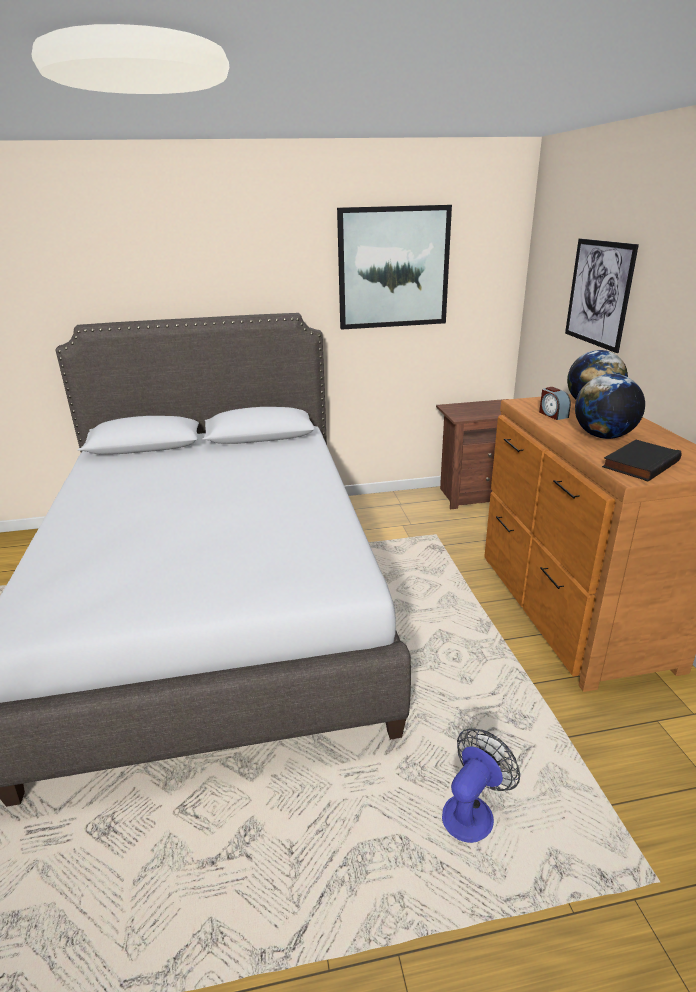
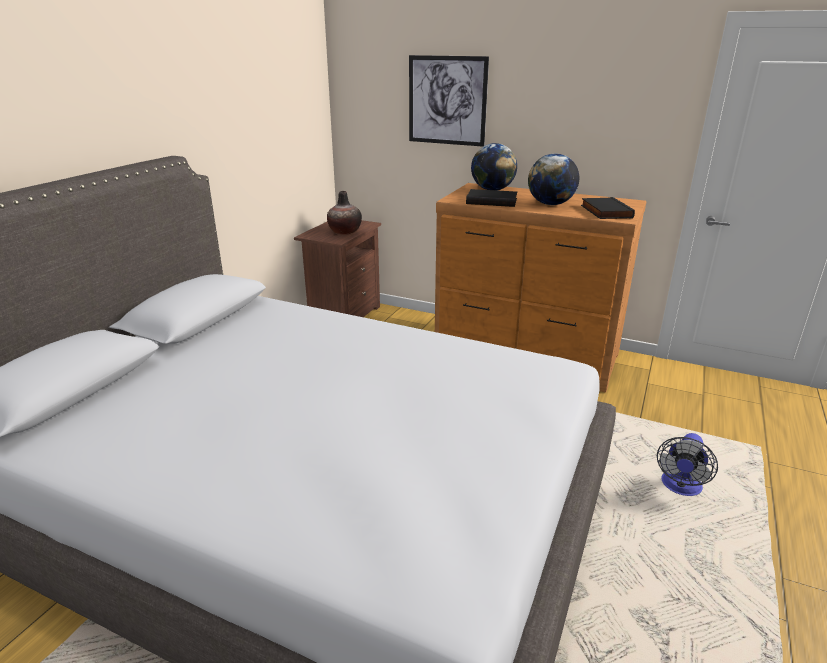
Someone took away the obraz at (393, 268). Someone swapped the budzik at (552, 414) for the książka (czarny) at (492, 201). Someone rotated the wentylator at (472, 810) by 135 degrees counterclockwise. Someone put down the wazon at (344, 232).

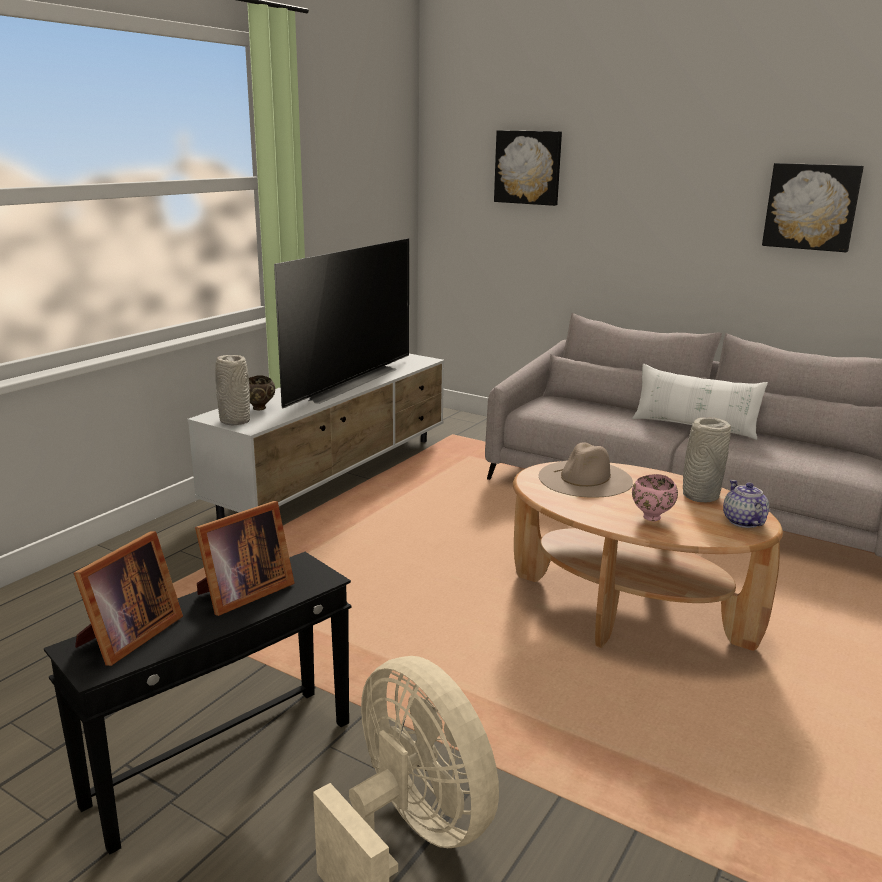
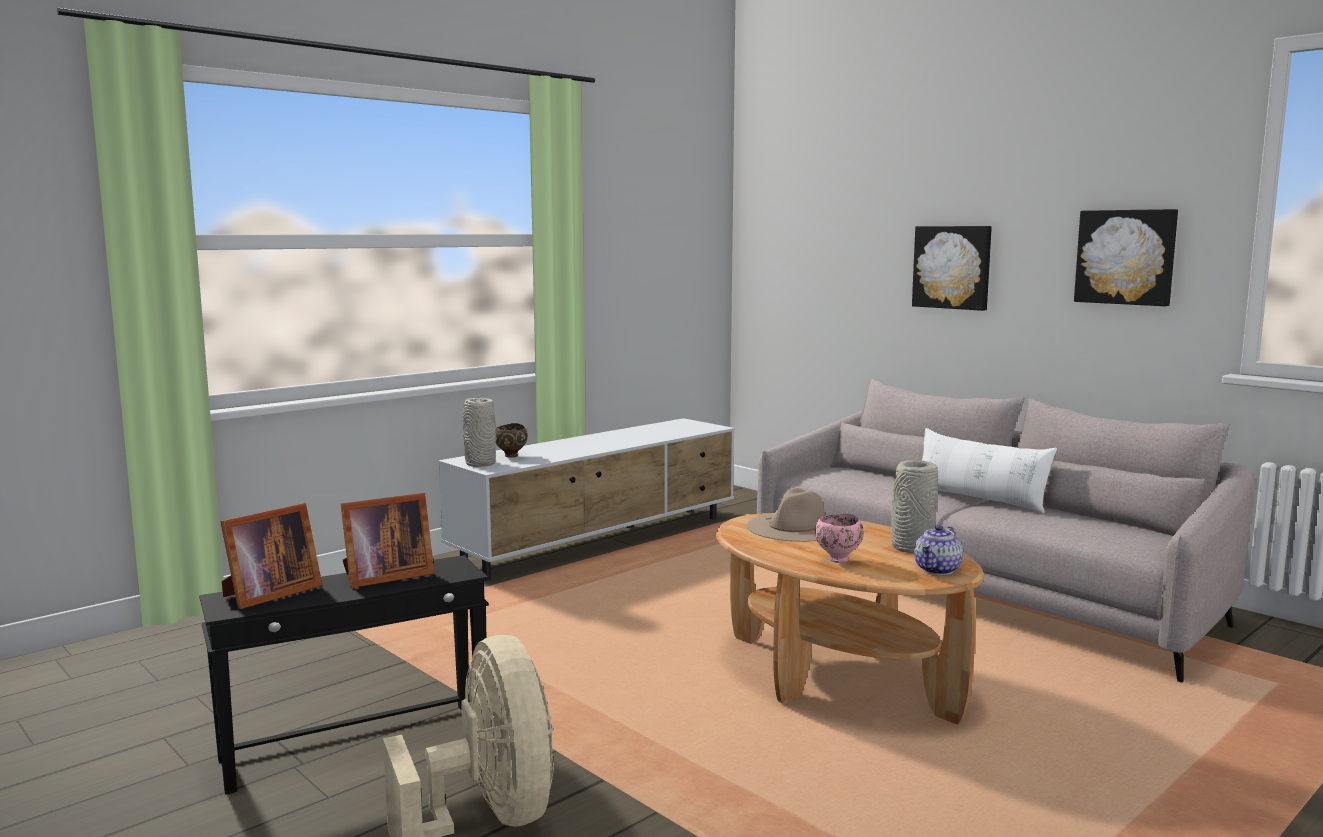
Someone carried the obraz from (528, 167) to (952, 267). Someone took away the telewizor at (344, 382). Someone rotated the imbryk at (742, 521) by 150 degrees counterclockwise.

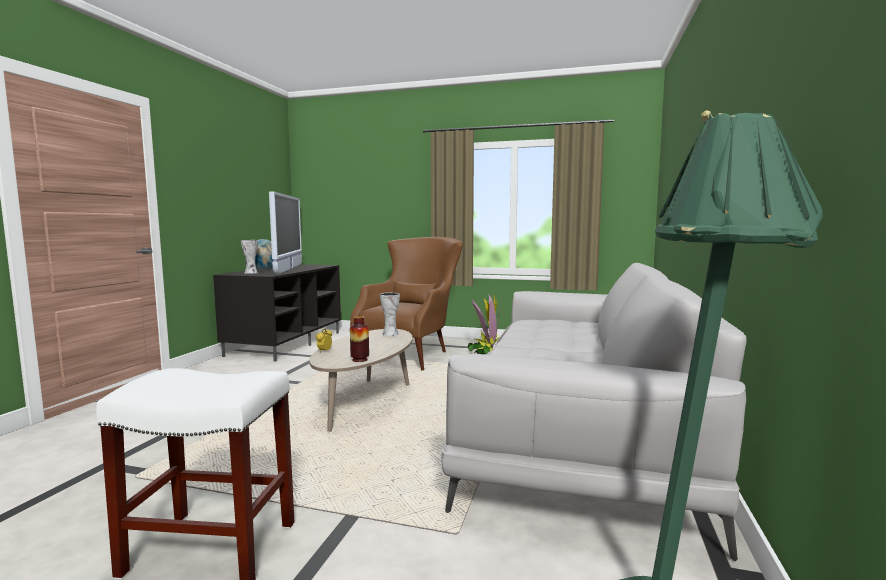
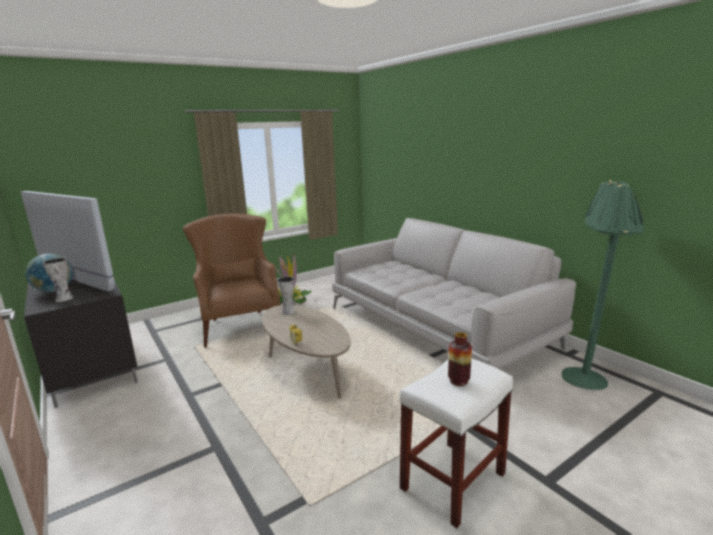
Someone carried the wazon from (360, 360) to (458, 381).

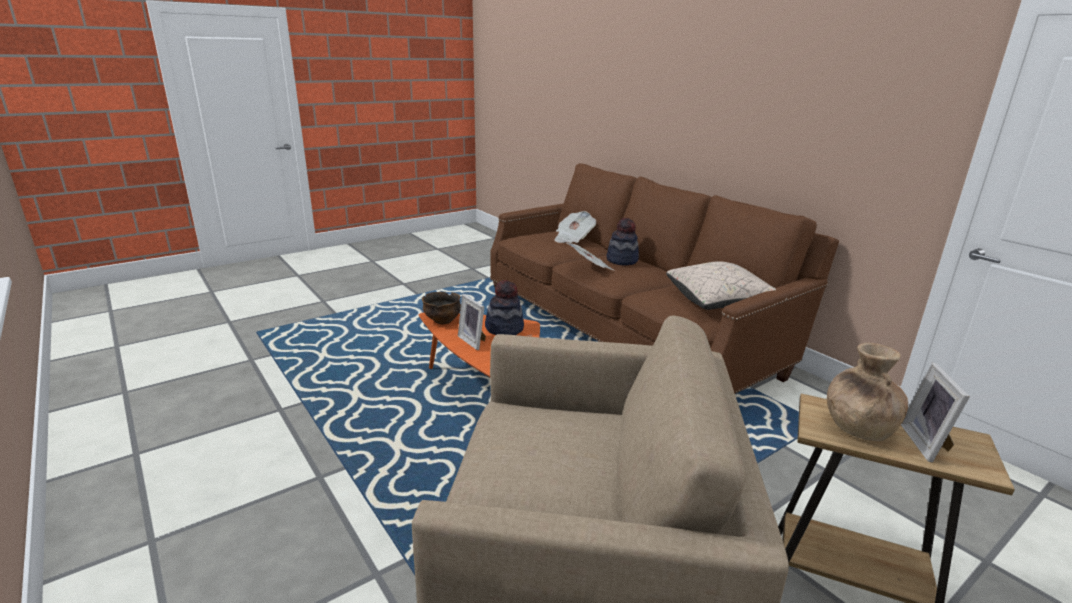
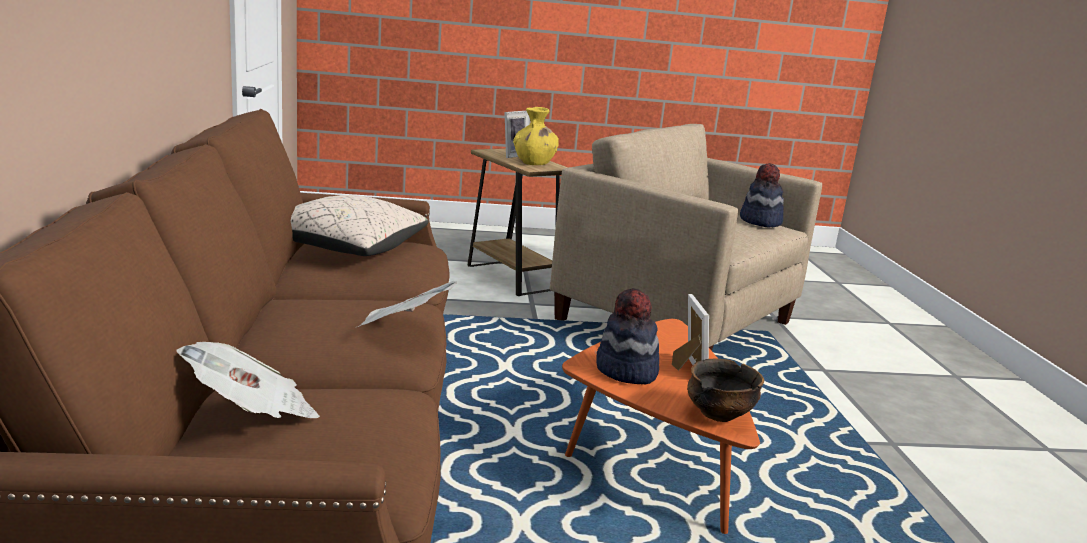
Someone carried the kapelusz from (622, 260) to (760, 222). Someone repainted the wazon (brązowy) at (857, 427), which became the wazon (żółty) at (534, 163).

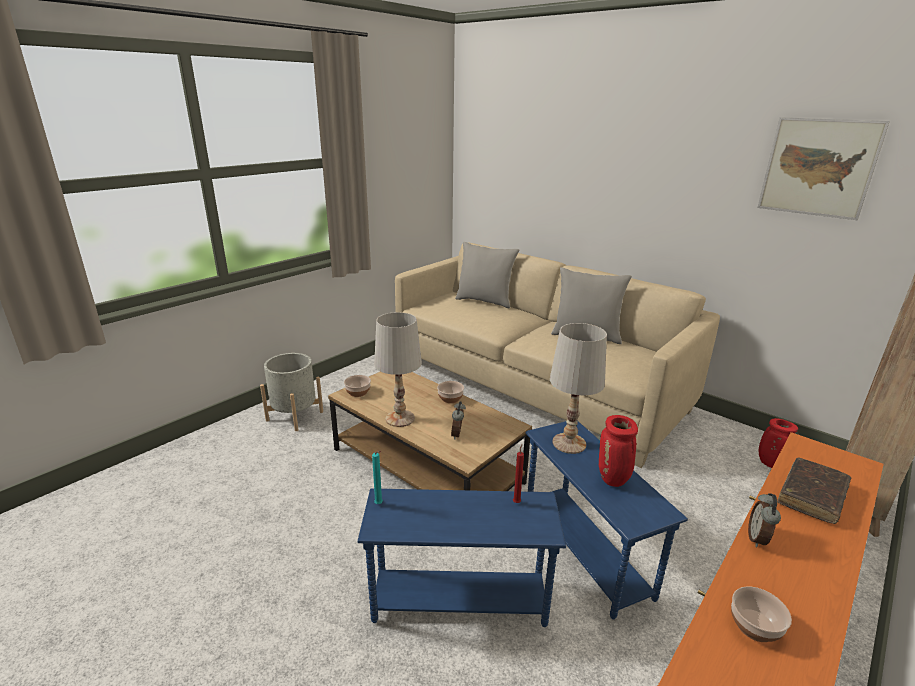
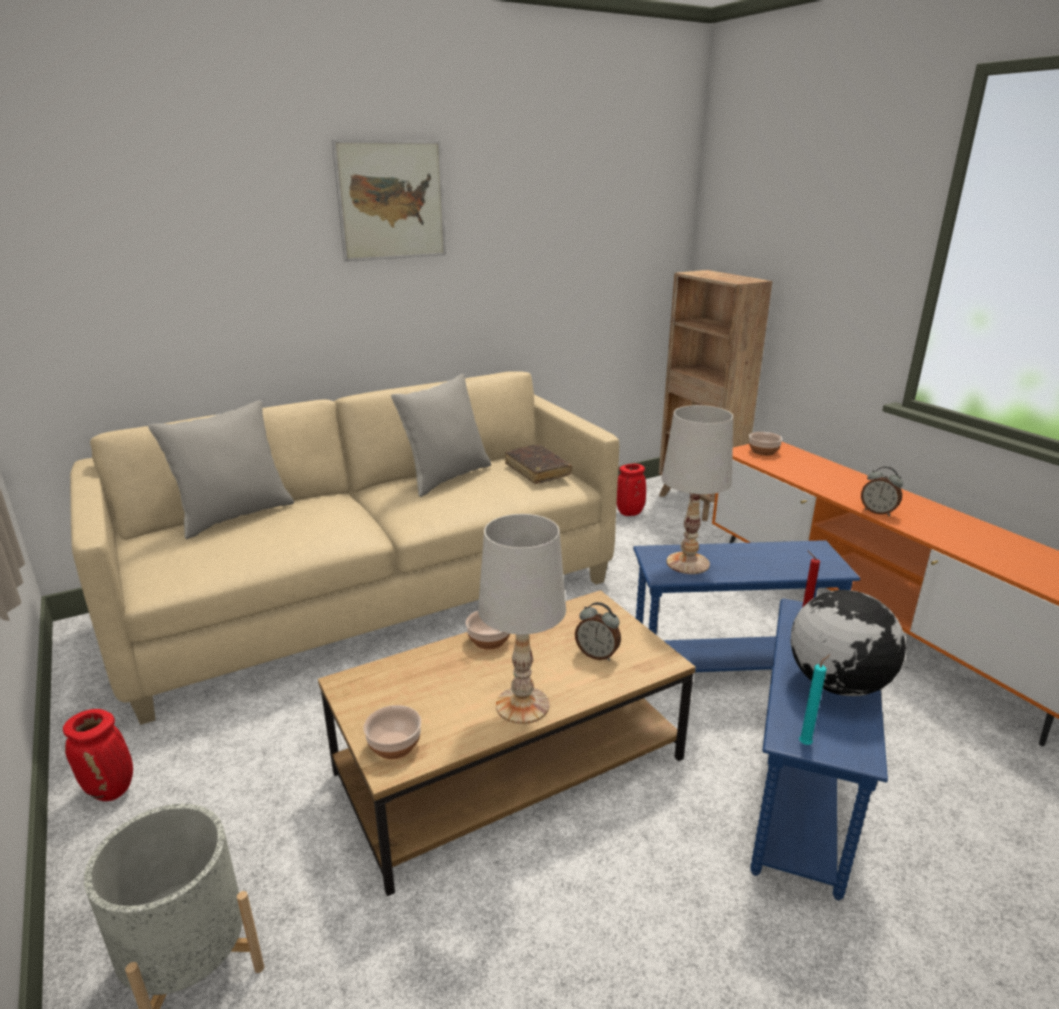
Someone carried the obraz from (818, 167) to (391, 200). Someone carried the wazon (czerwony) from (613, 480) to (112, 790). Someone carried the książka (brązowy) from (811, 496) to (537, 470). Someone carried the miska from (755, 625) to (763, 451). Someone put down the globus at (836, 683).

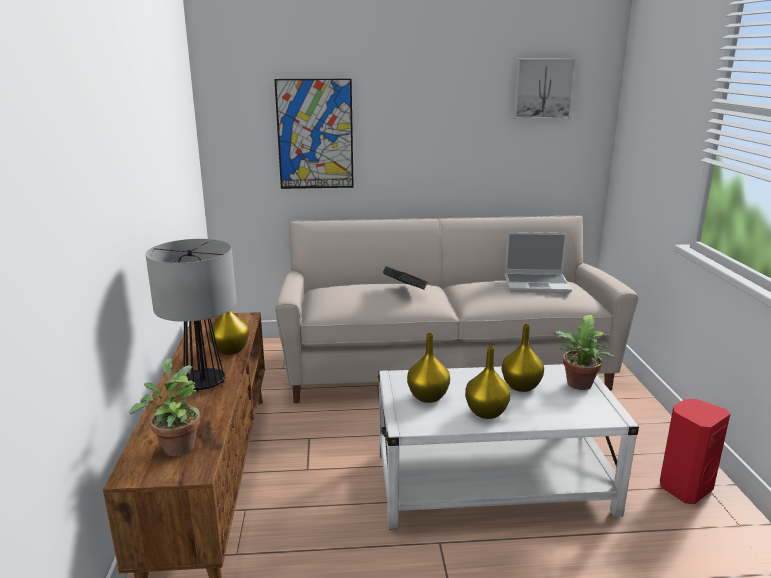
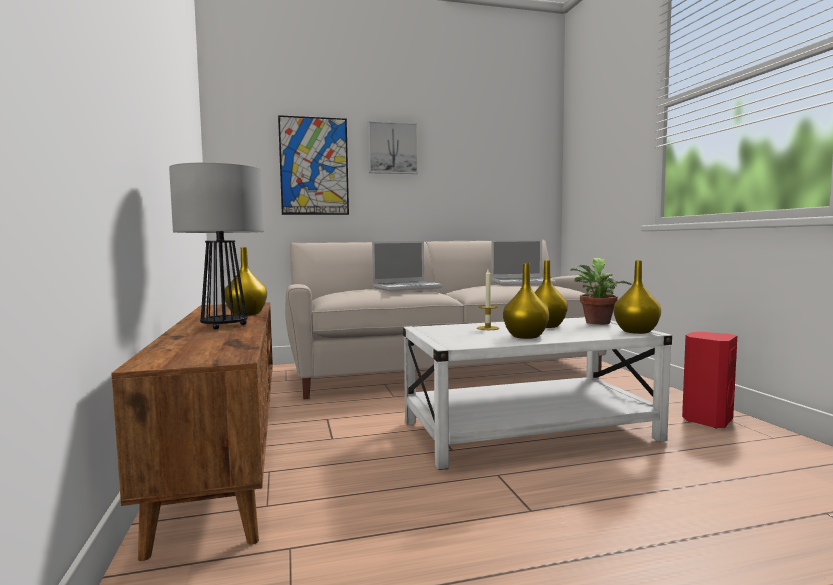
Someone carried the obraz from (543, 89) to (392, 148). Someone swapped the książka at (404, 291) for the laptop at (407, 288). Someone carried the wazon (żółty) from (428, 396) to (636, 331). Someone took away the roślina doniczkowa at (177, 445). Someone put down the świeca at (487, 328).

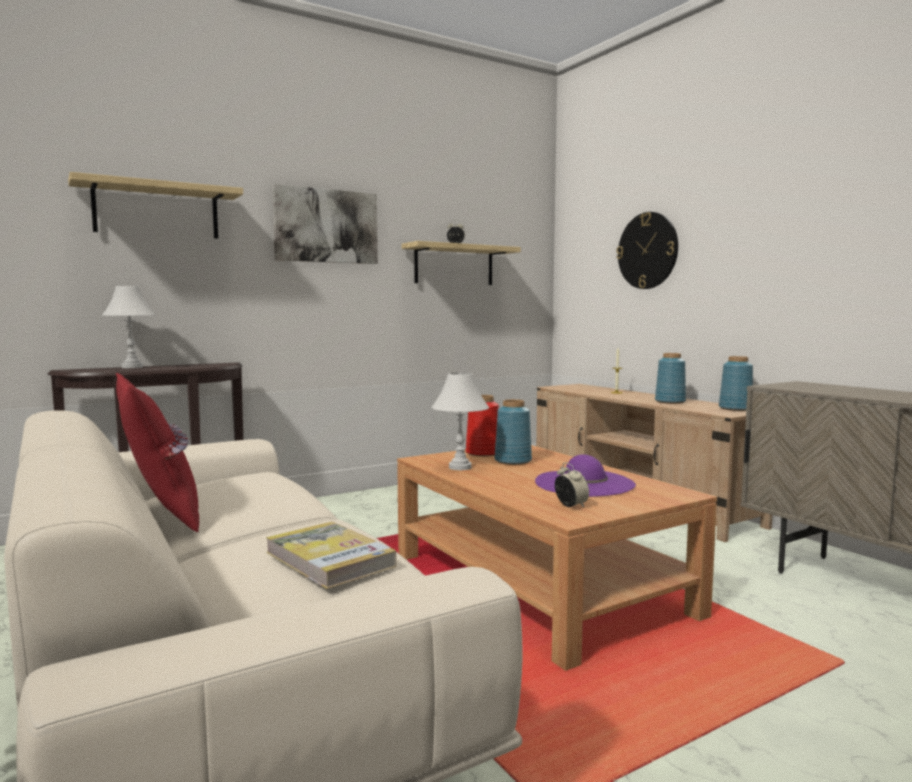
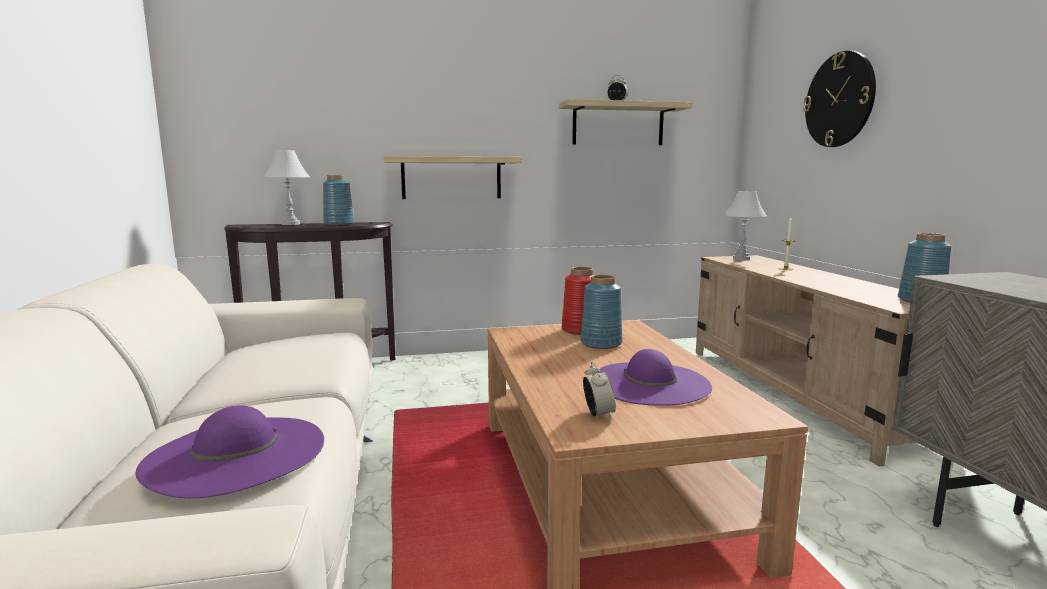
Someone carried the półka from (157, 211) to (451, 178). Someone took away the obraz at (326, 226). Someone carried the wazon (niebieski) from (670, 402) to (338, 224). Someone carried the lampa stołowa (biały) from (460, 467) to (741, 259). Someone took away the poduszka (czerwony) at (159, 515). Someone swapped the książka at (329, 559) for the kapelusz (fioletowy) at (236, 454).

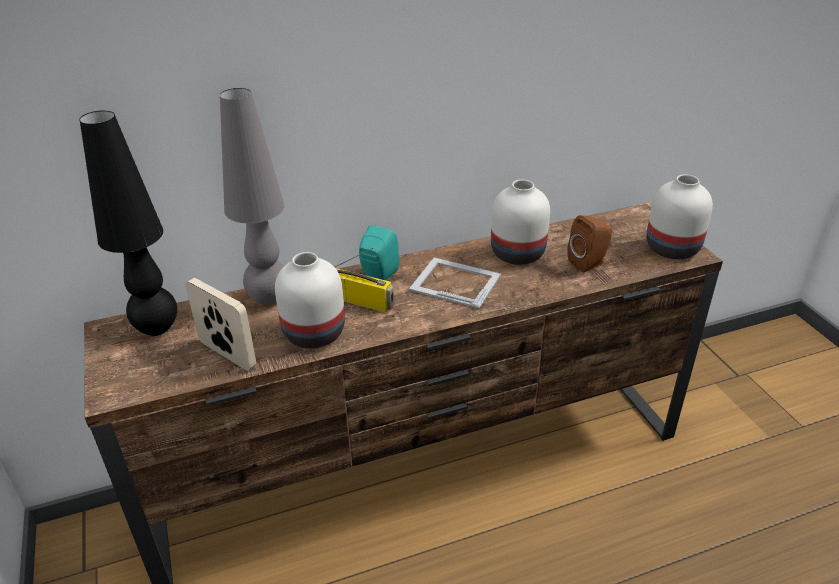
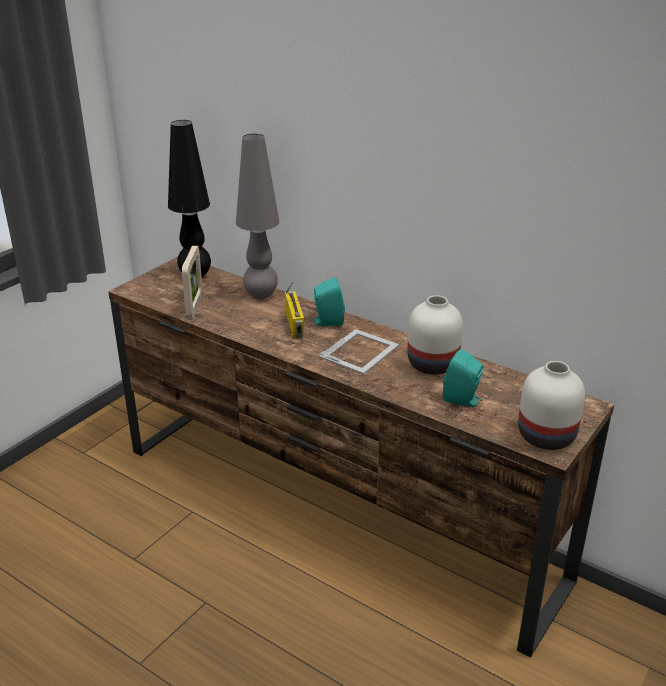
Someone repainted the głośnik (brązowy) at (589, 263), which became the głośnik (turkusowy) at (463, 400). Someone took away the wazon (biały) at (312, 333). Someone rotated the ramka na zdjęcie at (454, 282) by 45 degrees clockwise.

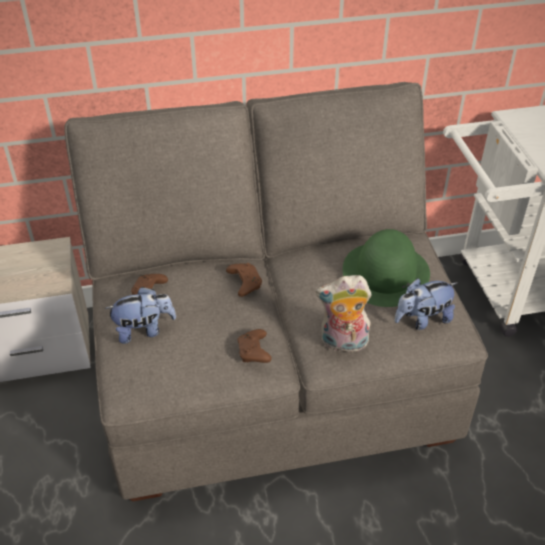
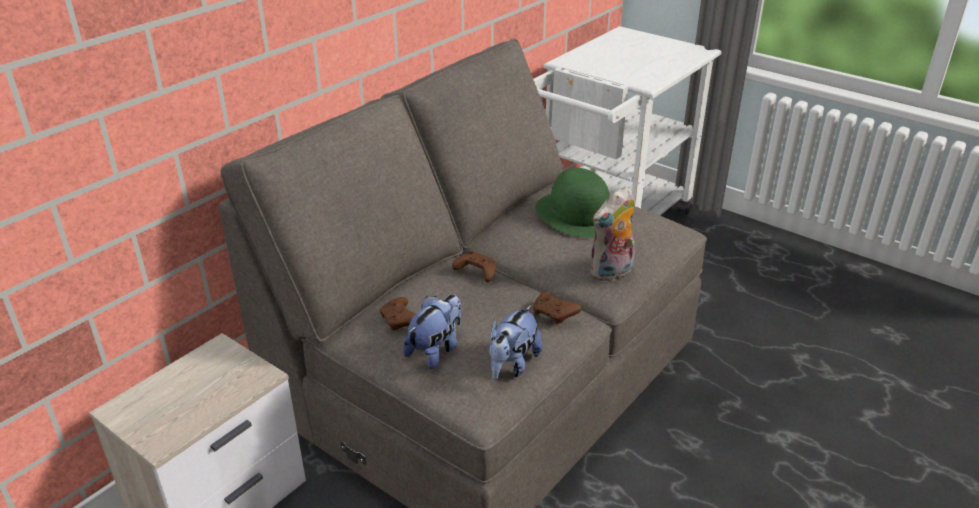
Someone carried the pluszak from (422, 319) to (512, 365).

